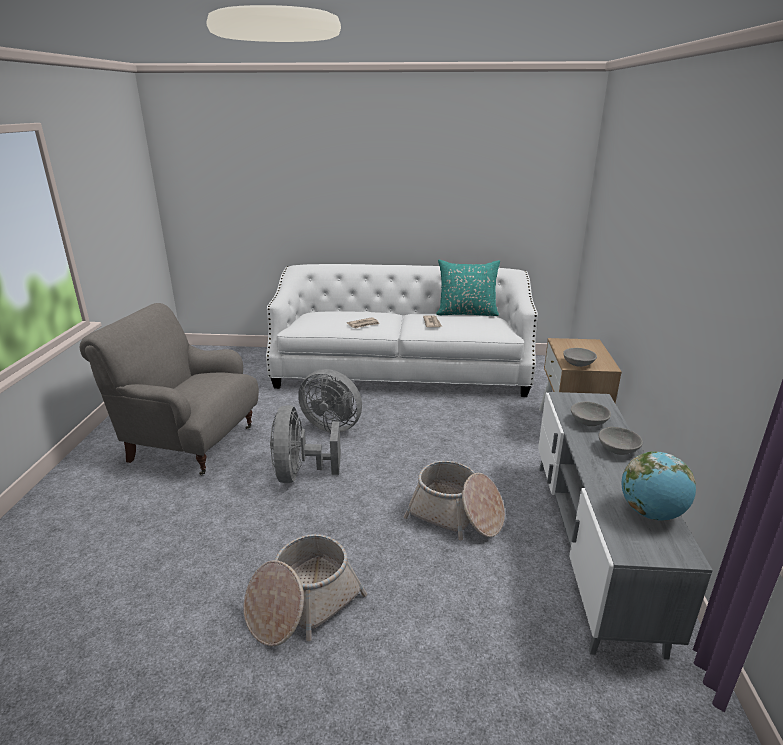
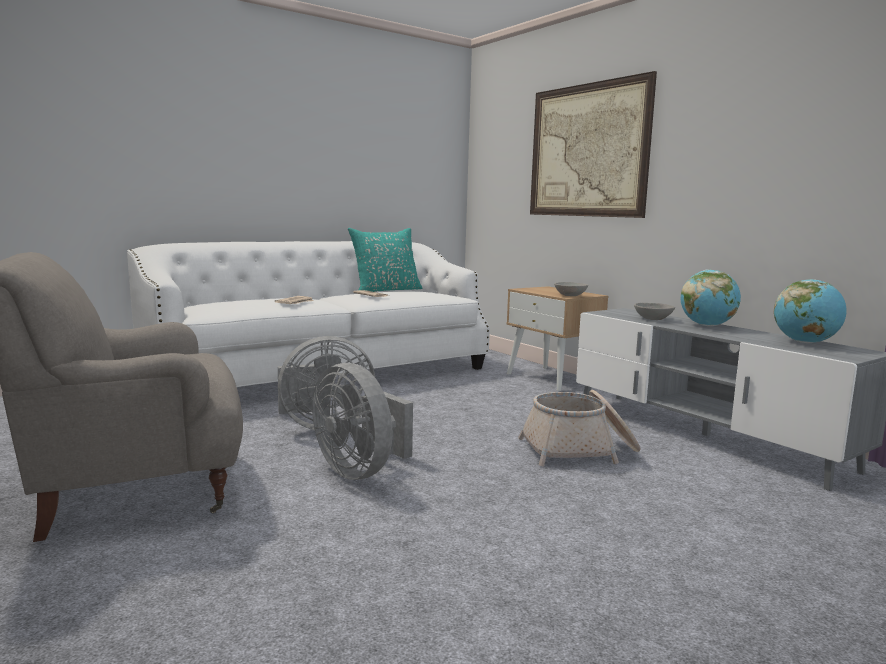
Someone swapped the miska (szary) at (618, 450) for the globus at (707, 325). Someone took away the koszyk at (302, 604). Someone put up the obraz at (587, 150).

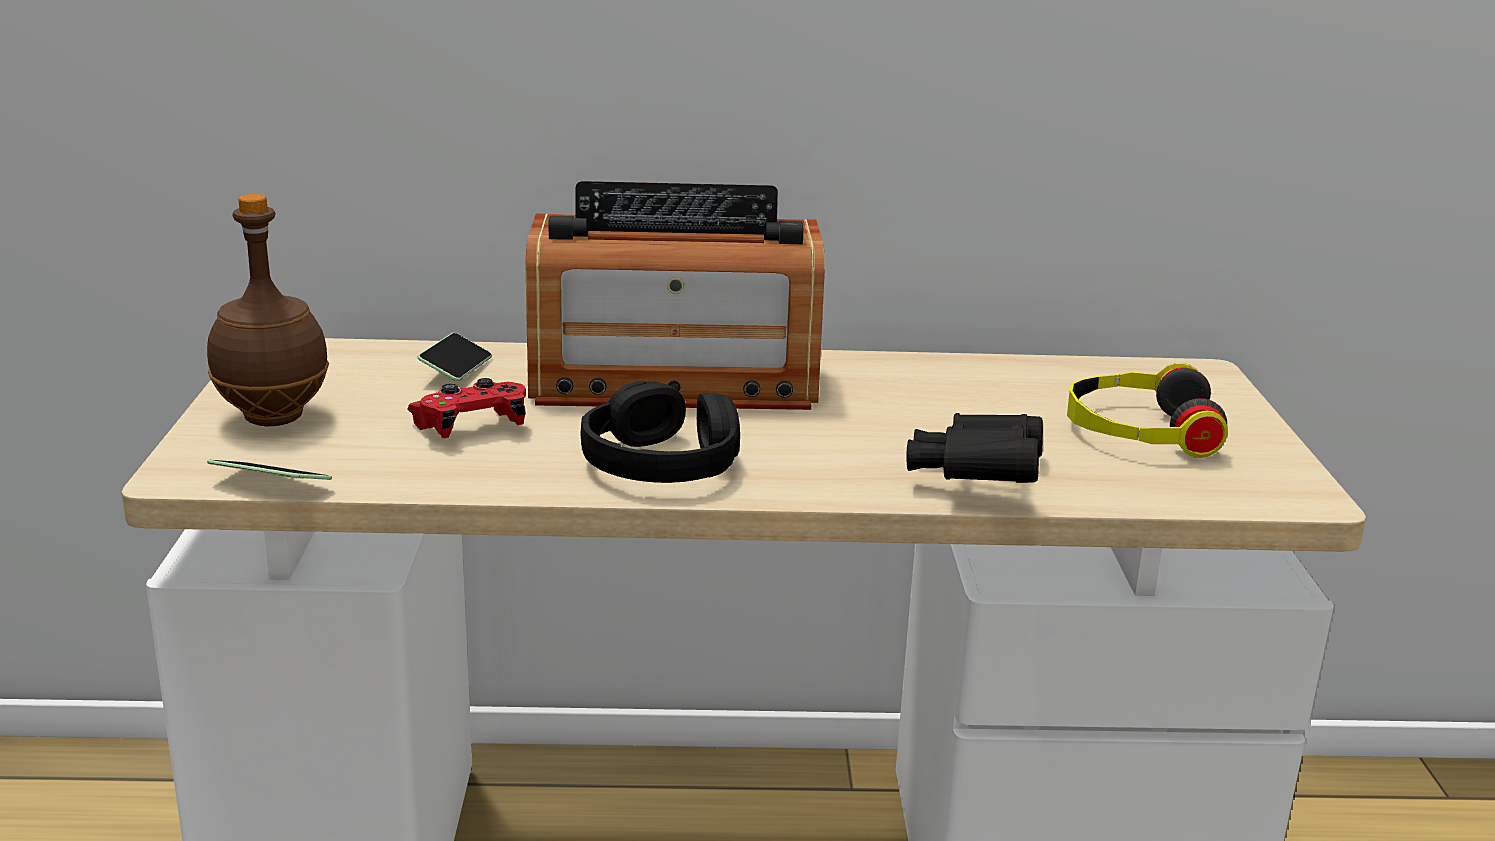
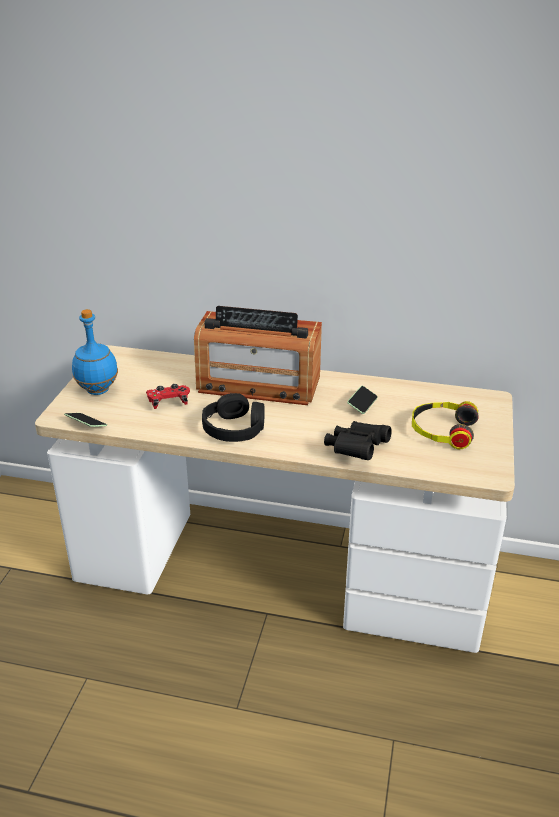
Someone repainted the butelka (brązowy) at (273, 417), which became the butelka (niebieski) at (97, 390). Someone carried the telefon from (456, 370) to (362, 405).

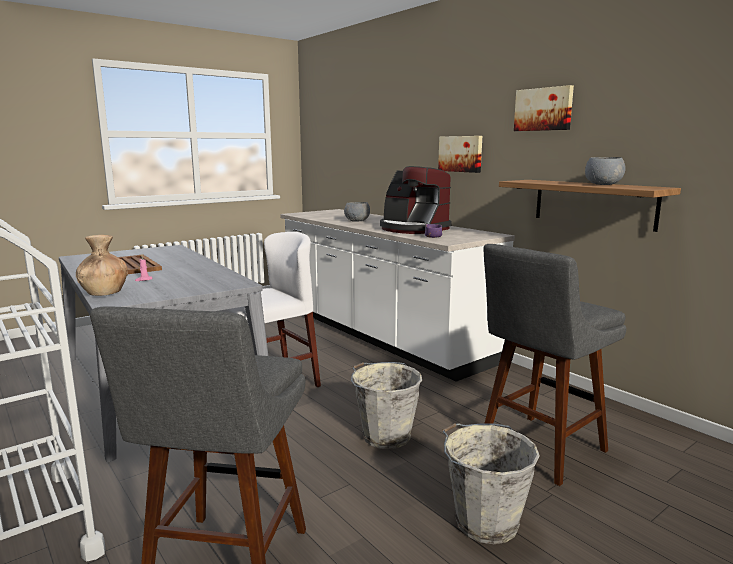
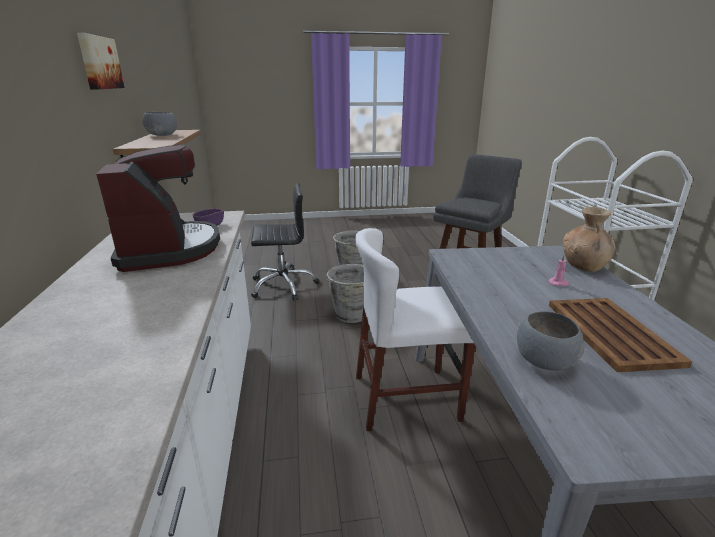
Someone took away the obraz at (461, 154). Someone carried the miska (szary) from (357, 221) to (544, 361). Someone swapped the stołek (szary) at (539, 450) for the krzesło biurowe (czarny) at (283, 285).

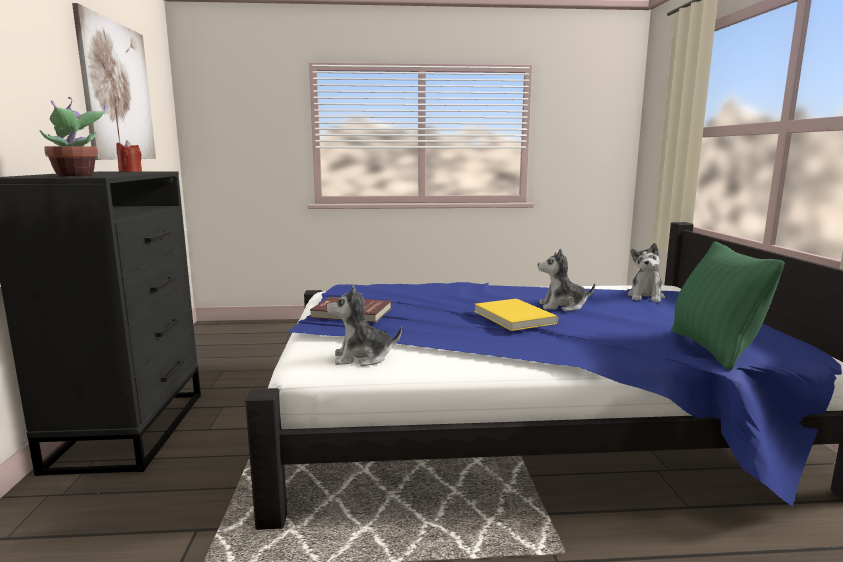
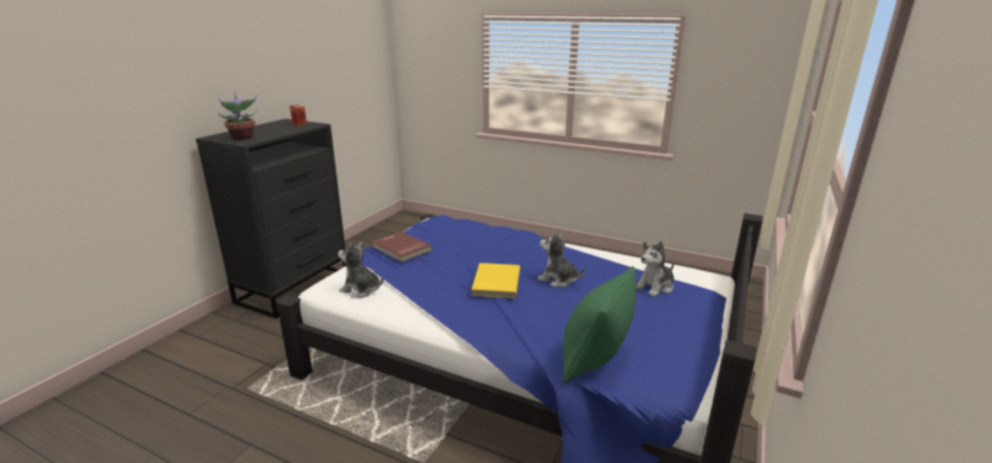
Someone took away the obraz at (117, 91).

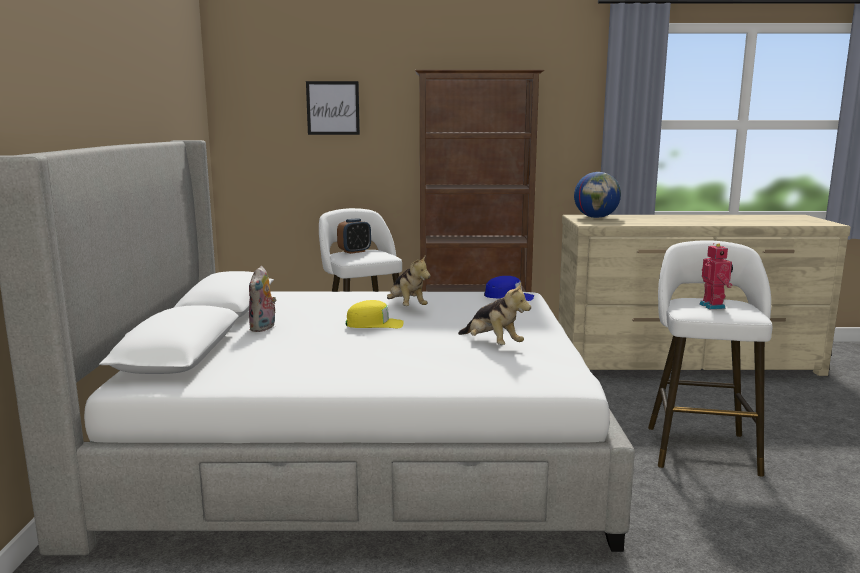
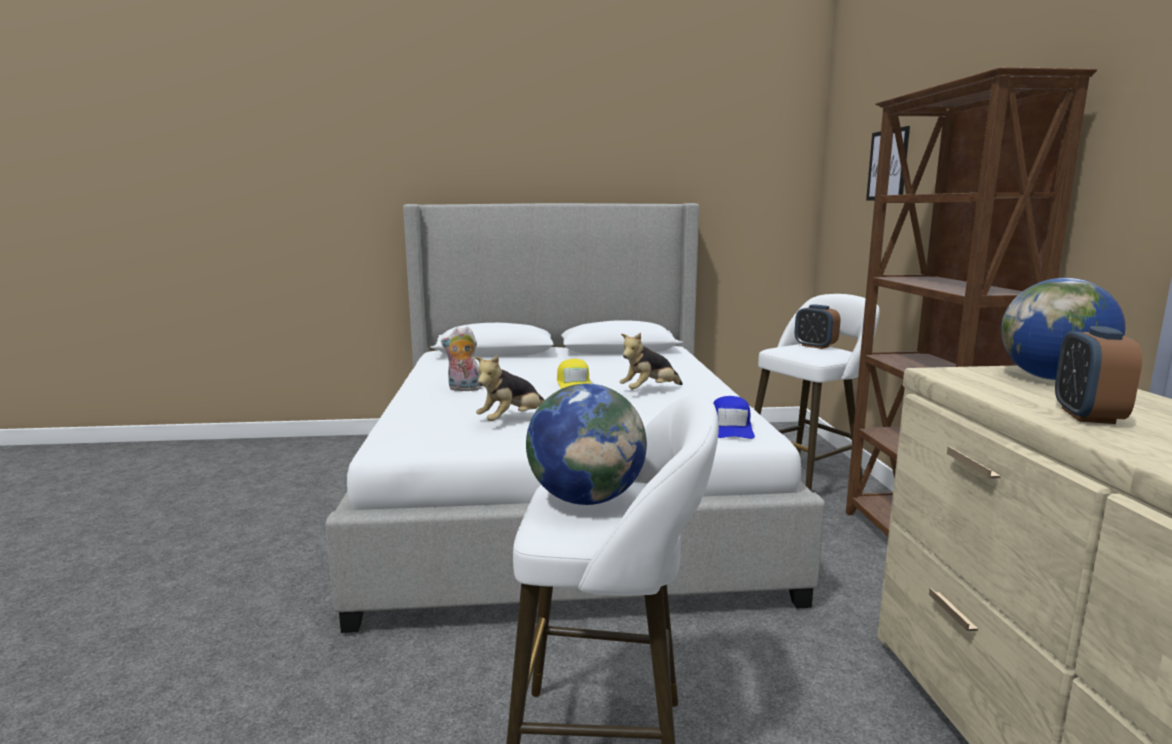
Someone swapped the robot zabawkowy at (713, 306) for the globus at (586, 499). Someone carried the pluszak from (263, 328) to (463, 389). Someone put down the budzik at (1087, 415).

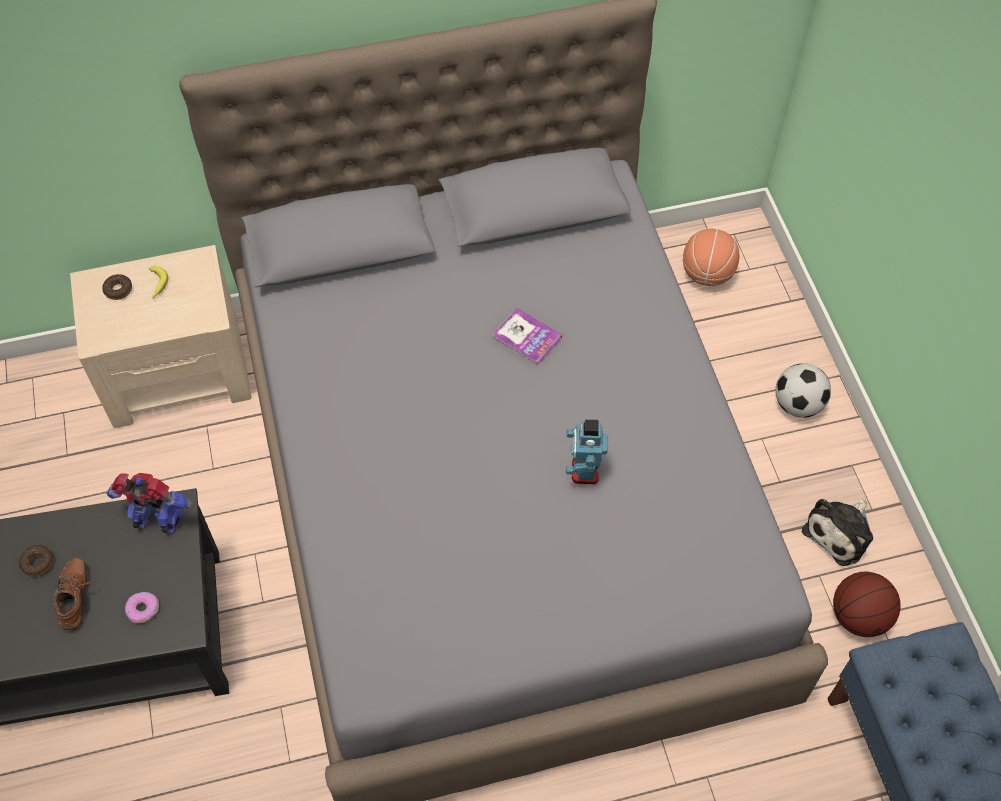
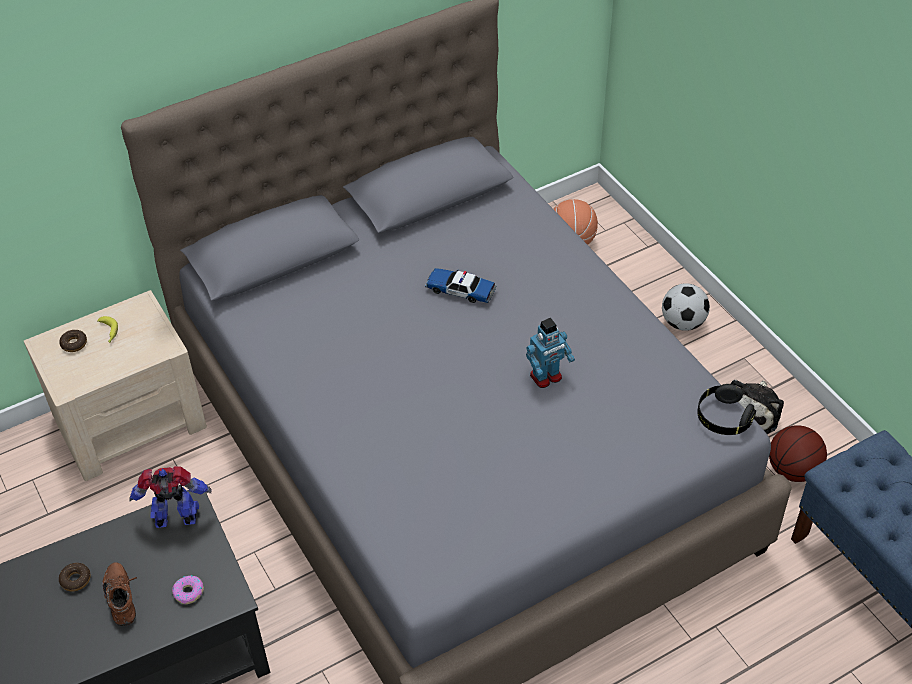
Someone swapped the książka at (527, 337) for the samochodzik at (460, 290). Someone rotated the robot zabawkowy at (584, 470) by 105 degrees counterclockwise. Someone put down the słuchawki (czarny) at (723, 418).

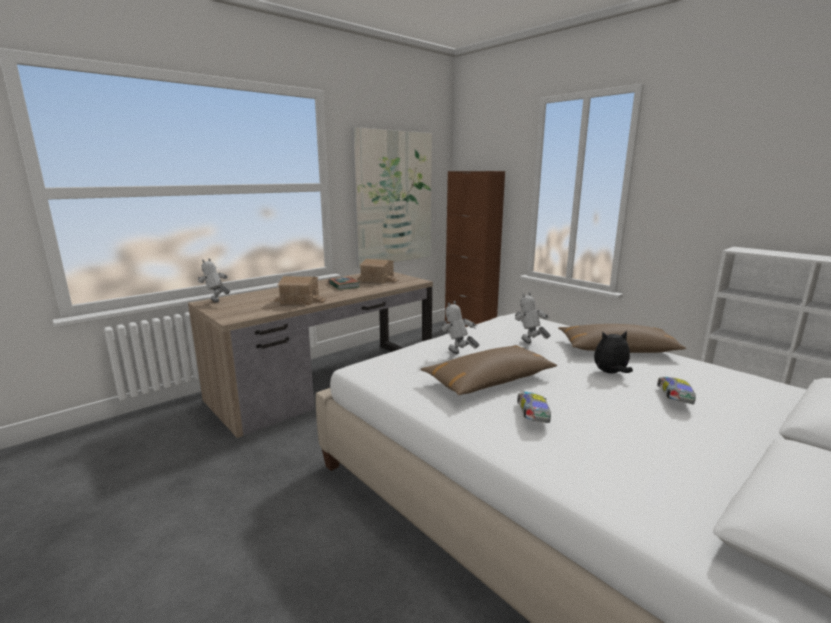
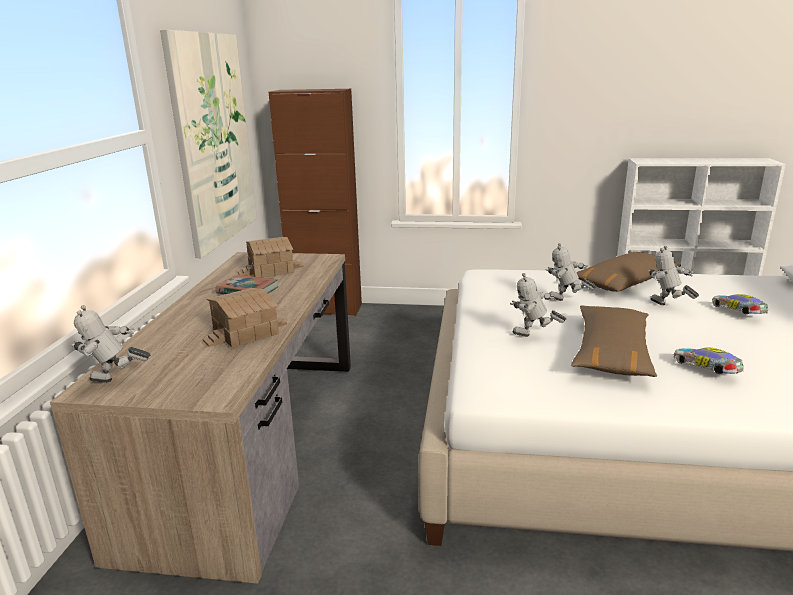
Someone swapped the pluszak at (610, 373) for the robot zabawkowy at (667, 307).

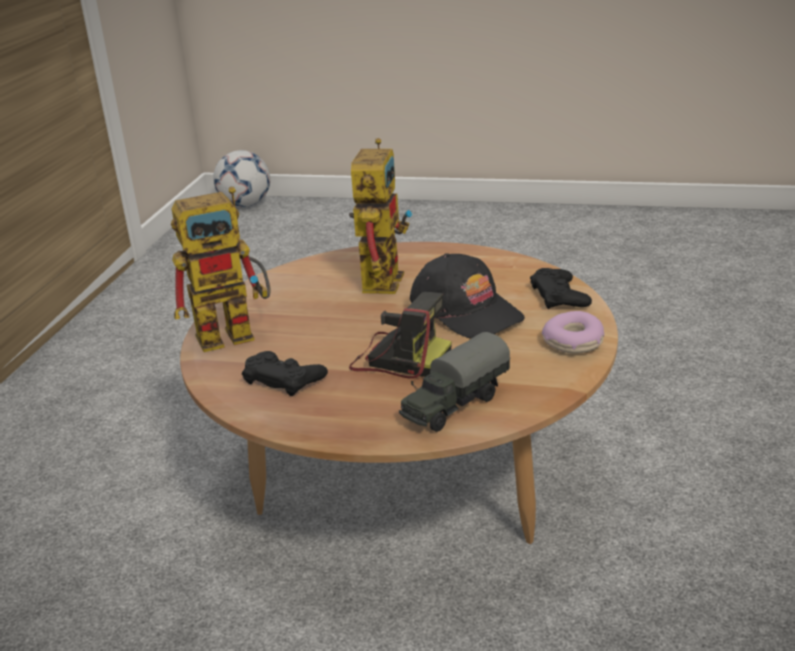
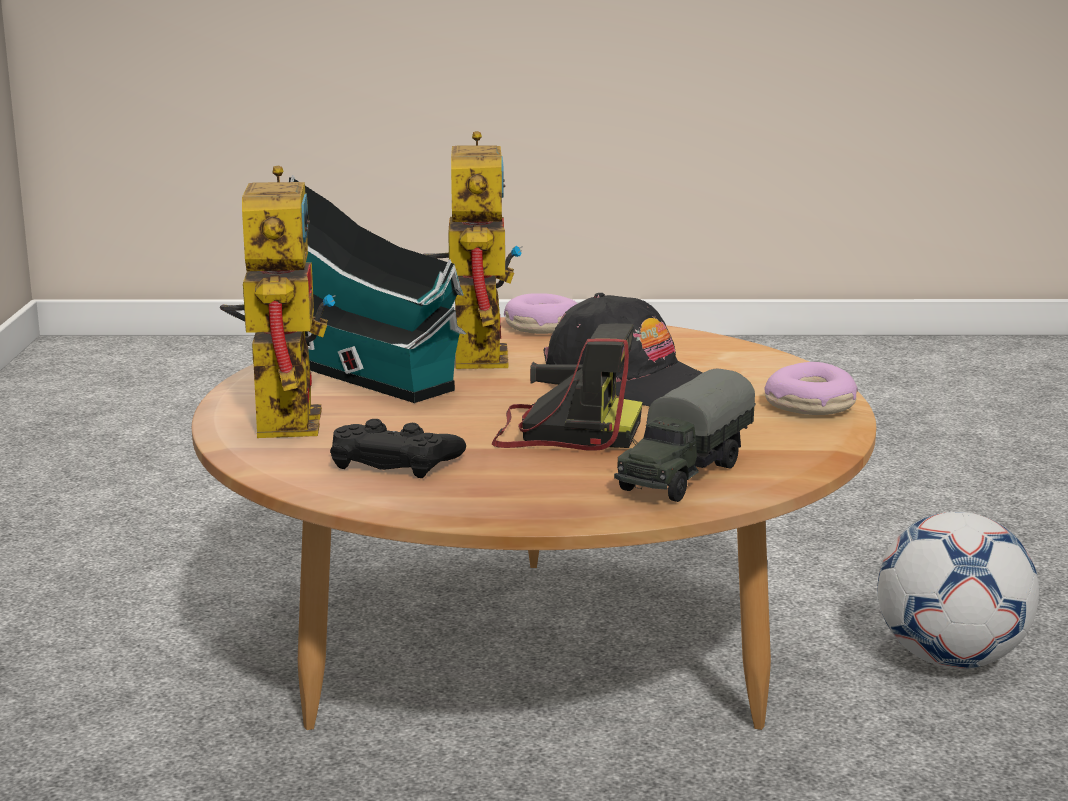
Someone carried the piłka futbolowa from (245, 205) to (950, 659). Someone rotated the robot zabawkowy at (236, 332) by 60 degrees counterclockwise. Someone took away the pad do gier (czarny) at (559, 296). Someone put down the domek at (370, 377). Someone put down the donut at (542, 327).

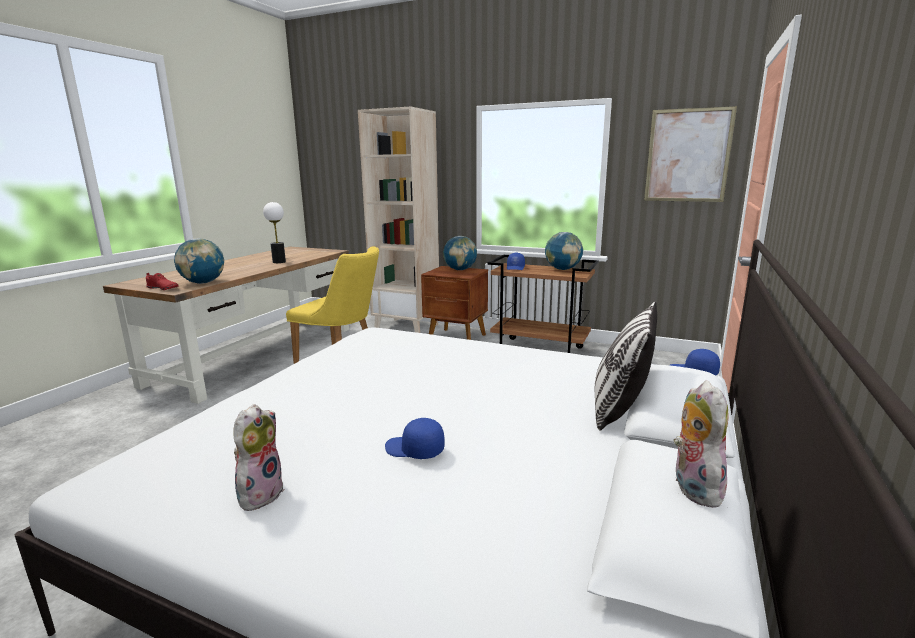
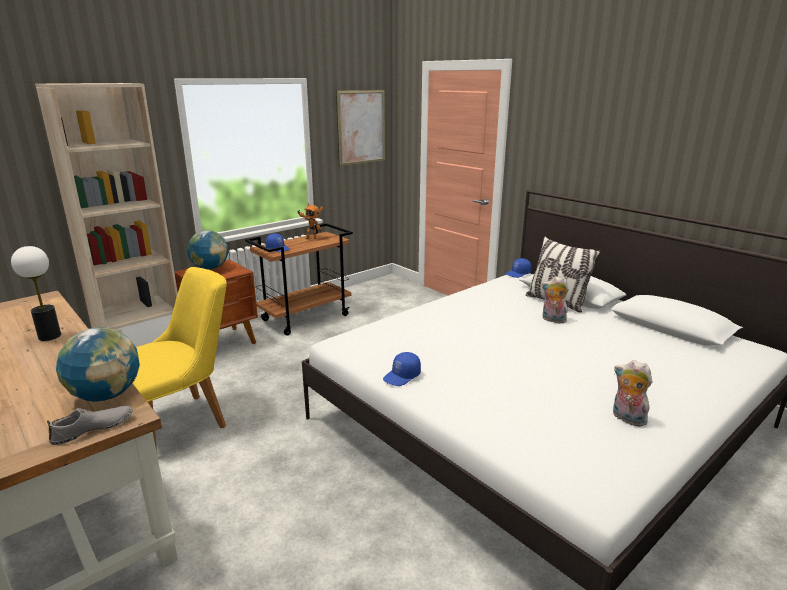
Someone swapped the globus at (563, 269) for the robot zabawkowy at (311, 238). Someone repainted the but (czerwony) at (162, 288), which became the but (szary) at (93, 429). Someone carried the pluszak from (692, 487) to (552, 320). Someone carried the czapka z daszkiem (niebieski) from (414, 450) to (402, 376).

